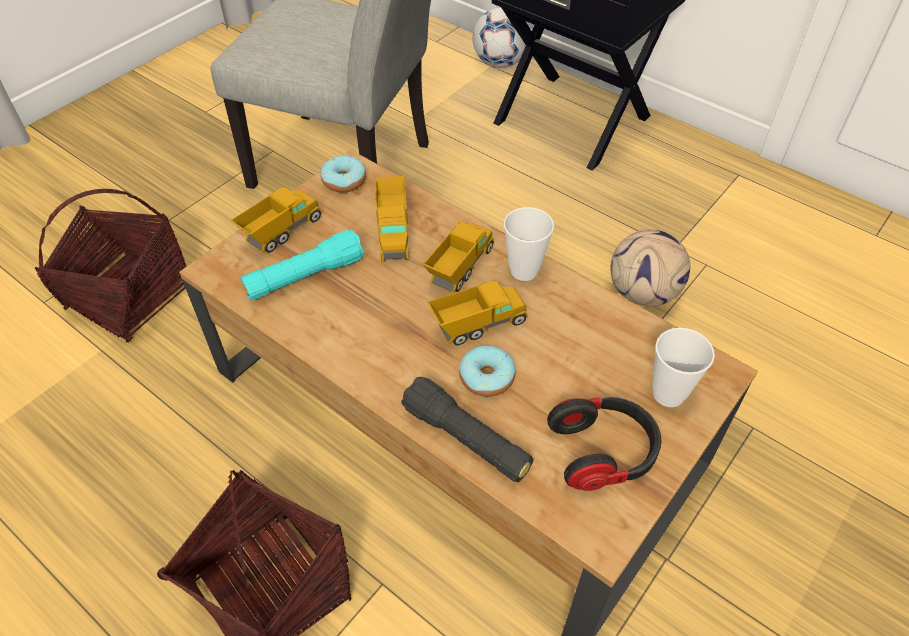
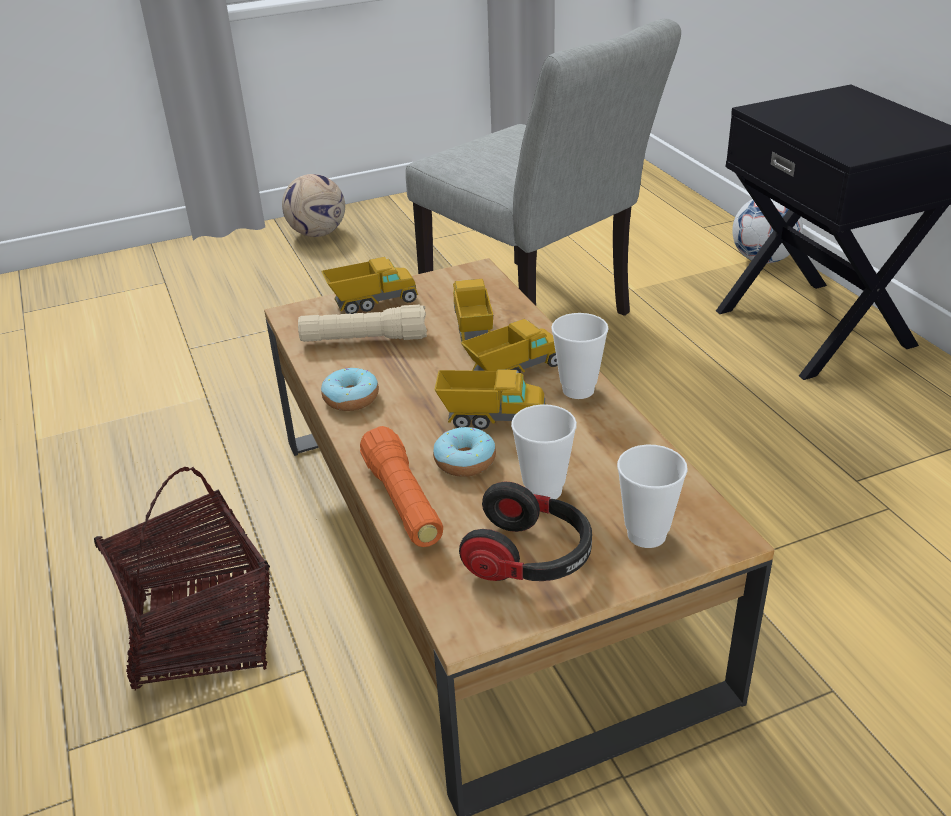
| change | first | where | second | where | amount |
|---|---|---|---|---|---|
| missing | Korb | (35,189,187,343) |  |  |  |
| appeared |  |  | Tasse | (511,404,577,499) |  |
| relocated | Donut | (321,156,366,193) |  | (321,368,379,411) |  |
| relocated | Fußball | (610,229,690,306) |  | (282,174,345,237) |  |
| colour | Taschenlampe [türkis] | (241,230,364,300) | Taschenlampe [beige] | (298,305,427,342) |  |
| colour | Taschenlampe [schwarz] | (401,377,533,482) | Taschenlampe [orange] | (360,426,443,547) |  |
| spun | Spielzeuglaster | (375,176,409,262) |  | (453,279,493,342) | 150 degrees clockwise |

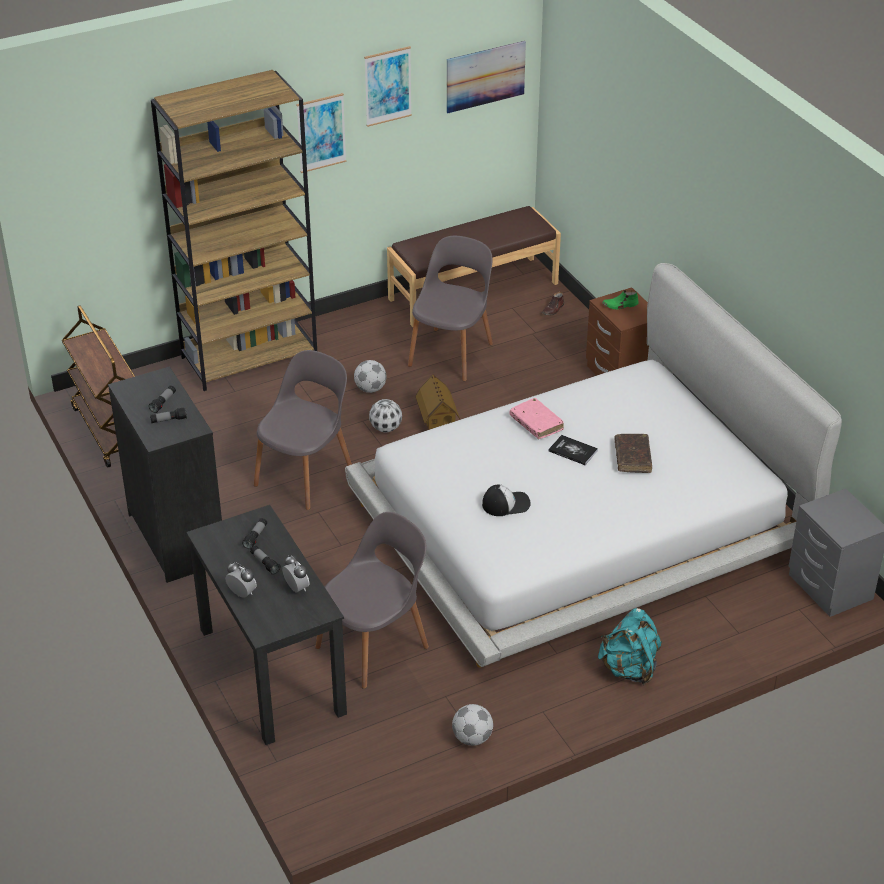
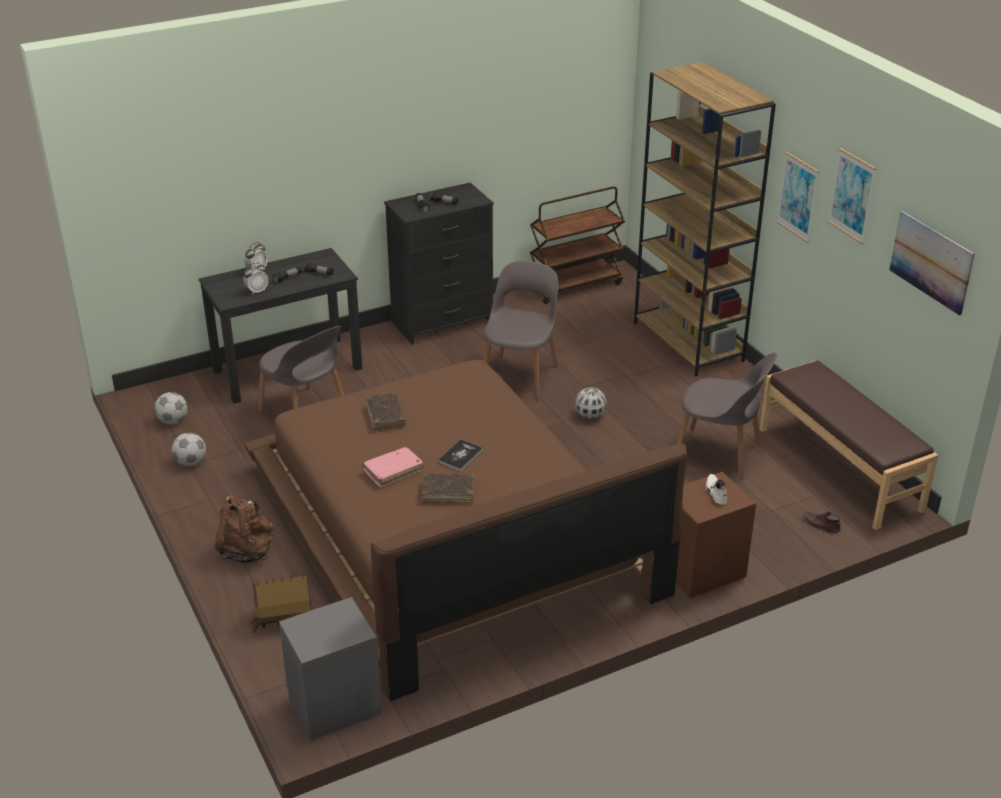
| change | first | where | second | where | amount |
|---|---|---|---|---|---|
| relocated | Fußball | (354,360,387,393) |  | (154,392,188,424) |  |
| relocated | Spielzeughaus | (415,374,460,430) |  | (251,575,312,633) |  |
| relocated | Buch [rosa] | (510,398,564,439) |  | (363,447,423,487) |  |
| exchanged | Kappe | (482,485,531,516) | Buch [braun] | (366,393,406,431) |  |
| colour | Bett [weiß] | (345,263,842,668) | Bett [braun] | (244,360,687,701) |  |
| colour | Rucksack [türkis] | (598,608,662,685) | Rucksack [braun] | (215,495,274,563) |  |
| colour | Schuh [grün] | (602,290,639,309) | Schuh [weiß] | (706,474,727,505) |  |
| spun | Stuhl [grau] | (254,350,352,510) |  | (484,261,558,401) | 105 degrees counterclockwise |

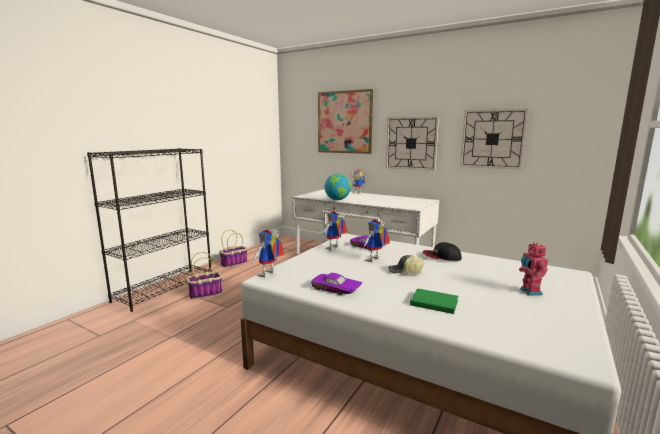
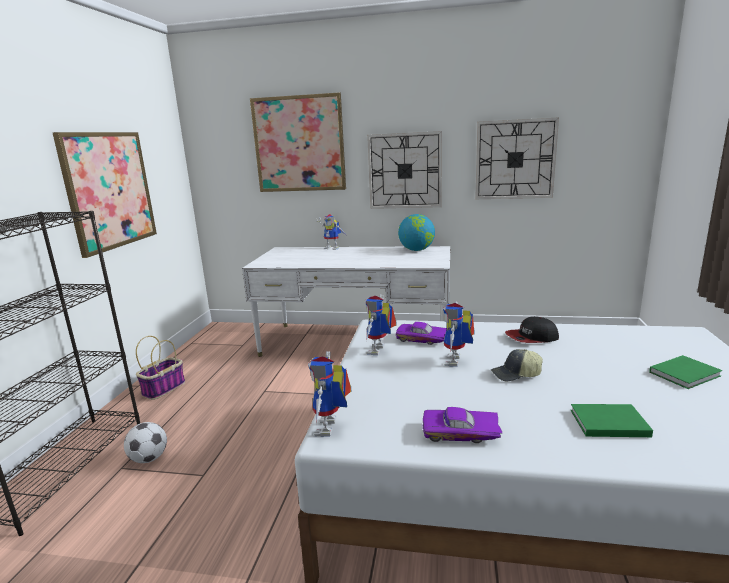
| change | first | where | second | where | amount |
|---|---|---|---|---|---|
| appeared |  |  | Bild | (52,132,157,258) |  |
| relocated | Globus | (324,174,351,200) |  | (398,214,435,251) |  |
| exchanged | Korb | (187,252,222,300) | Fußball | (124,422,167,463) |  |
| exchanged | Spielzeugroboter | (519,242,548,296) | Buch [grün] | (649,355,722,389) |  |

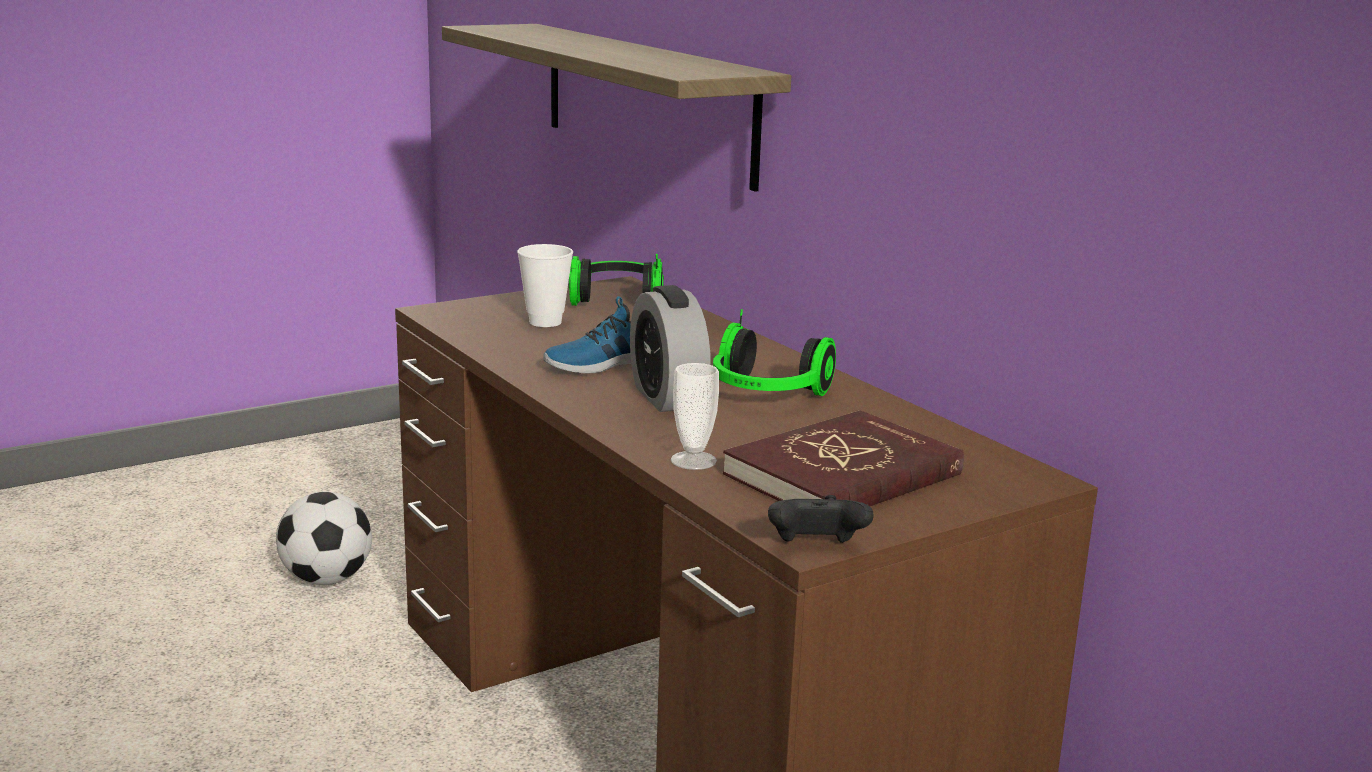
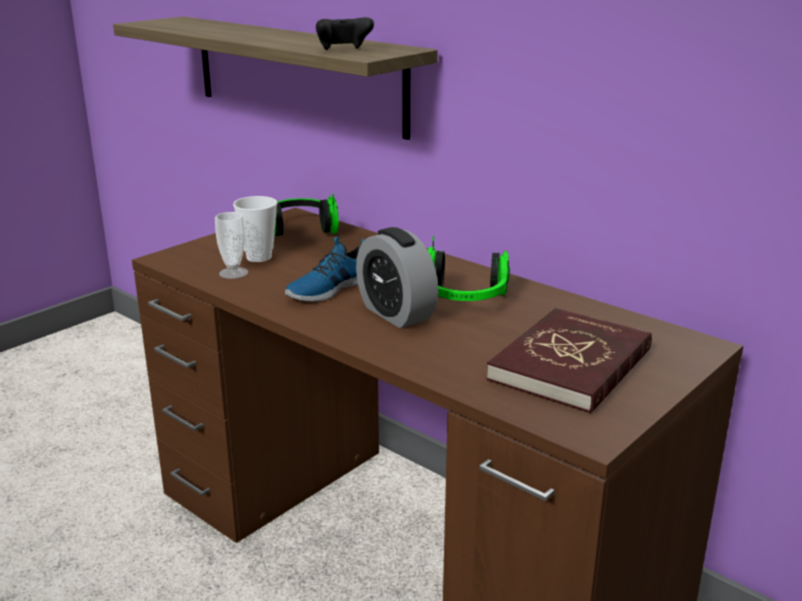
| change | first | where | second | where | amount |
|---|---|---|---|---|---|
| missing | Fußball | (276,492,372,585) |  |  |  |
| relocated | Tasse | (670,363,719,470) |  | (215,212,248,279) |  |
| relocated | Gamepad [schwarz] | (768,495,874,543) |  | (316,17,374,50) |  |

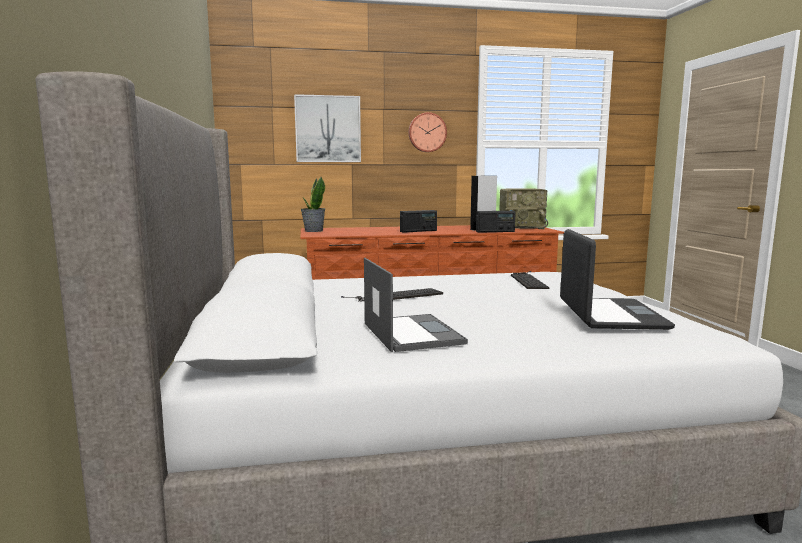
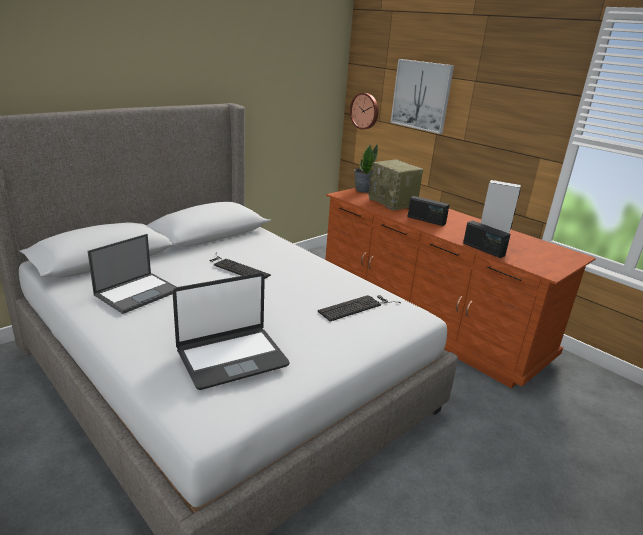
| change | first | where | second | where | amount |
|---|---|---|---|---|---|
| relocated | Wanduhr | (409,112,447,152) |  | (350,93,379,130) |  |
| relocated | Radio | (499,189,548,229) |  | (368,160,423,210) |  |

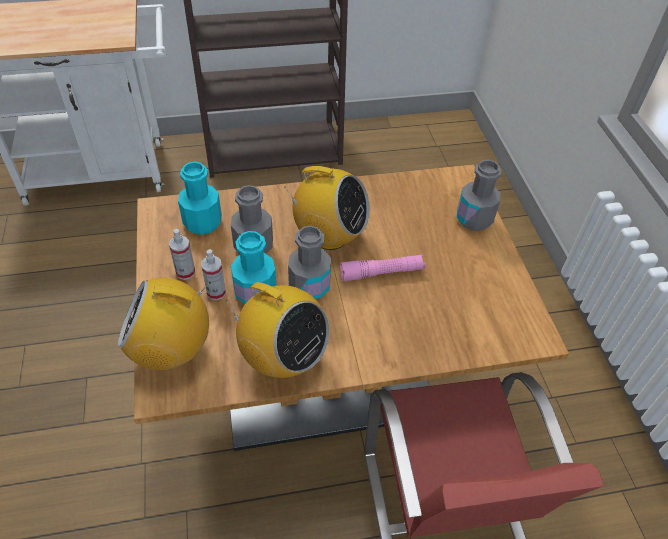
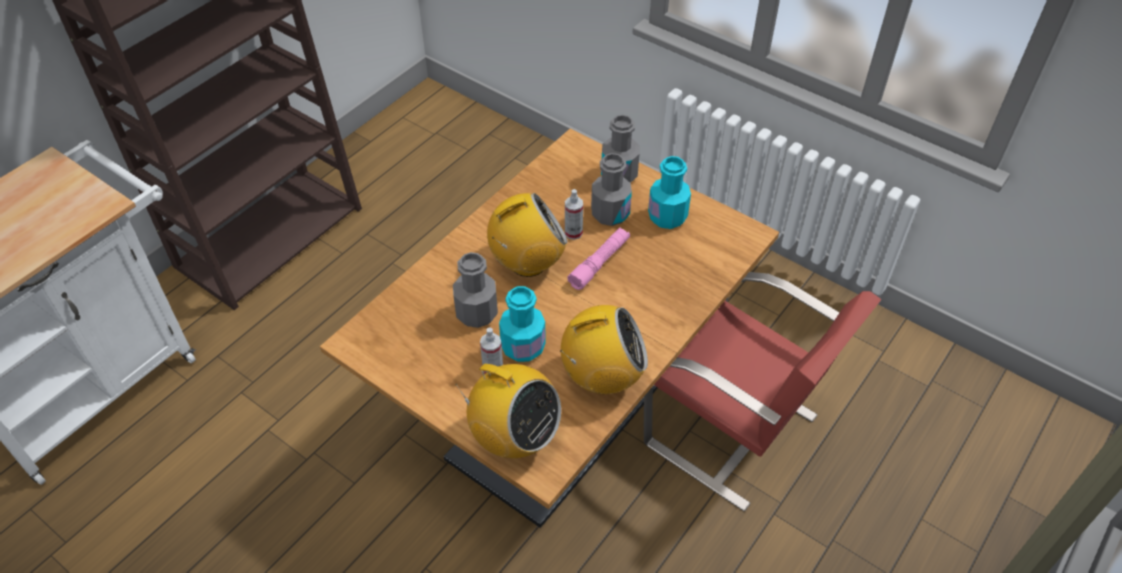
| change | first | where | second | where | amount |
|---|---|---|---|---|---|
| relocated | Sprühflasche | (169,229,195,280) |  | (565,189,583,240) |  |
| relocated | Flasche [türkis] | (178,162,222,235) |  | (648,156,691,229) |  |
| relocated | Flasche [grau] | (288,225,331,299) |  | (591,153,632,226) |  |
| spun | Radio | (118,278,211,370) |  | (455,364,561,458) | 105 degrees counterclockwise |

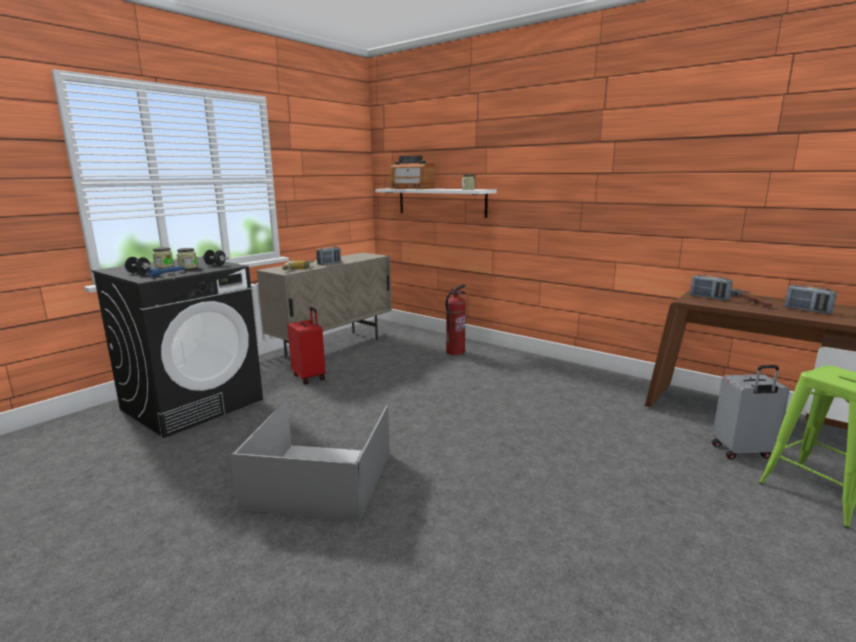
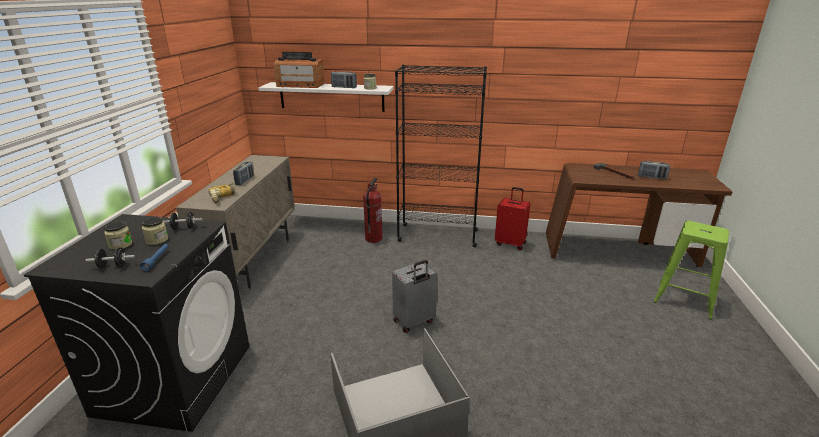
| change | first | where | second | where | amount |
|---|---|---|---|---|---|
| appeared |  |  | Bücherregal [schwarz] | (395,65,487,247) |  |
| relocated | Koffer [rot] | (287,307,325,384) |  | (495,187,530,250) |  |
| relocated | Radio | (690,275,733,300) |  | (331,70,357,88) |  |
| relocated | Koffer [grau] | (712,365,790,459) |  | (392,260,437,333) |  |

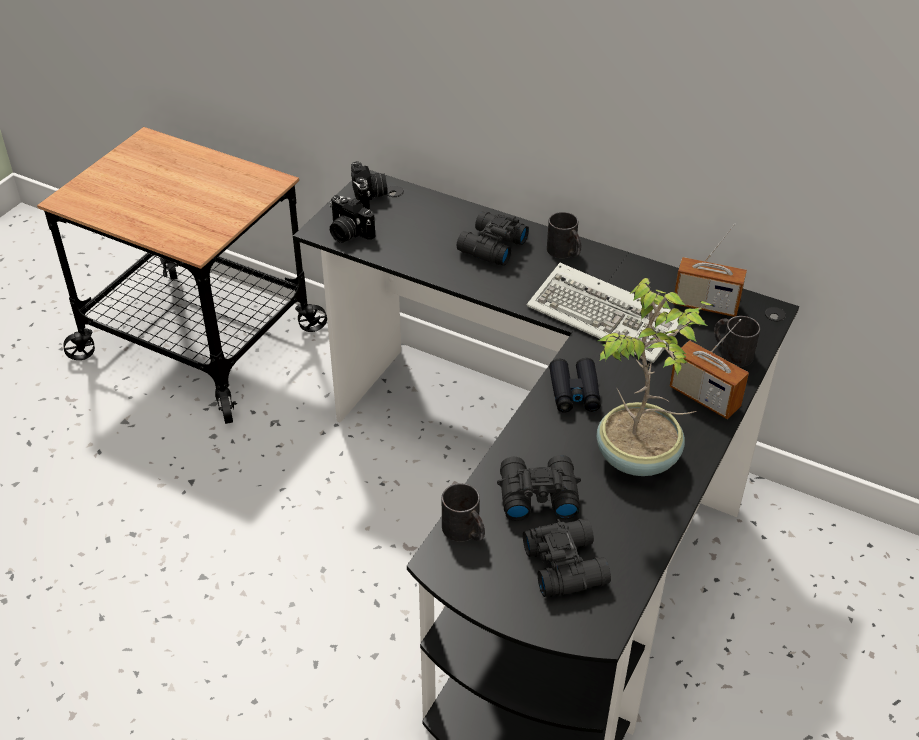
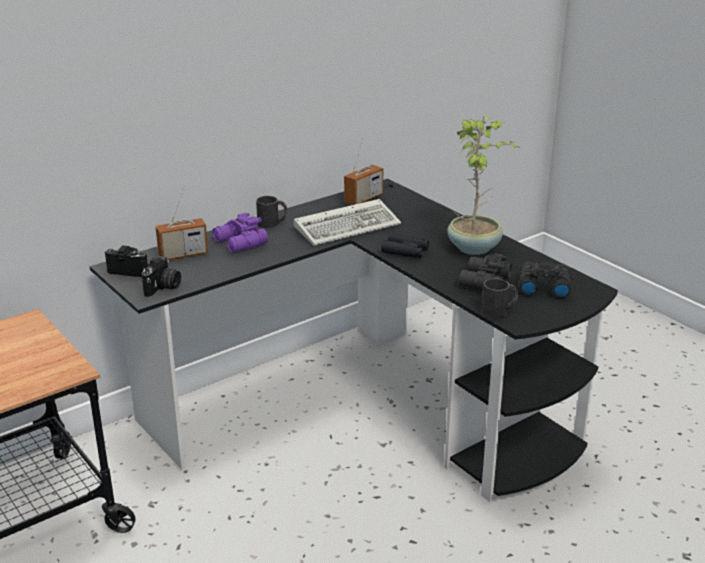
| change | first | where | second | where | amount |
|---|---|---|---|---|---|
| missing | Henkelbecher [schwarz] | (714,316,760,367) |  |  |  |
| relocated | Radio | (670,319,749,419) |  | (155,186,208,260) |  |
| colour | Fernglas [schwarz] | (457,211,529,266) | Fernglas [lila] | (212,213,268,253) |  |
| spun | Kamera | (330,195,375,243) |  | (142,256,181,297) | 45 degrees counterclockwise |

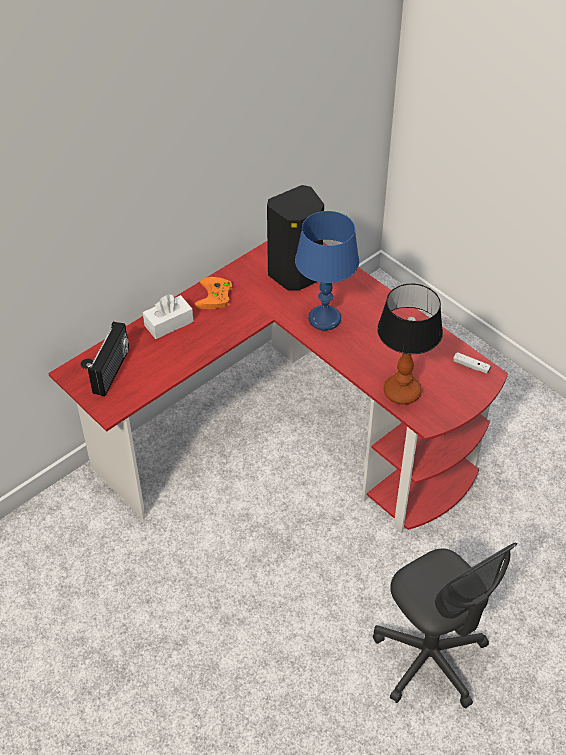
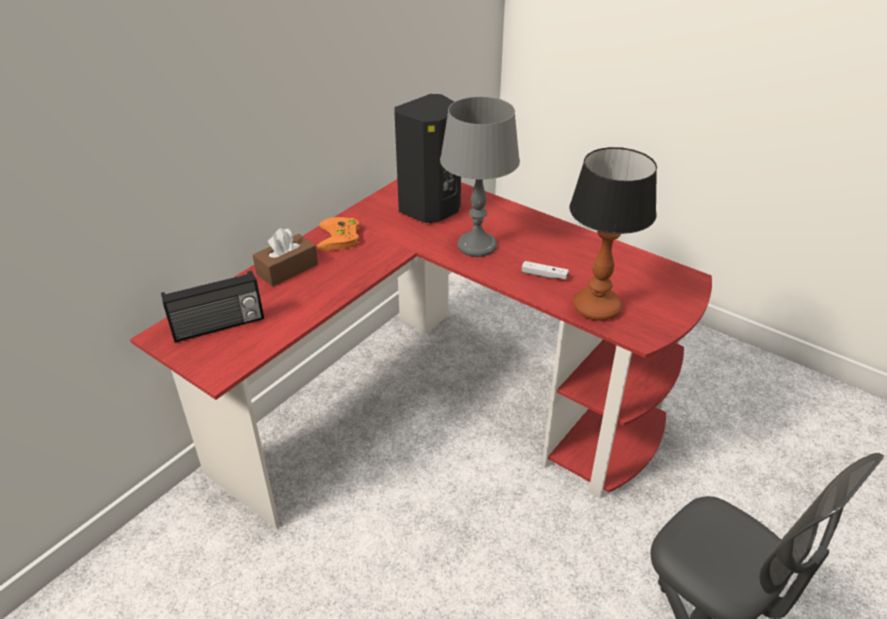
| change | first | where | second | where | amount |
|---|---|---|---|---|---|
| relocated | Gamepad [weiß] | (453,352,491,374) |  | (522,261,569,280) |  |
| colour | Taschentuchbox [weiß] | (143,294,194,339) | Taschentuchbox [braun] | (253,228,318,287) |  |
| colour | Tischlampe [blau] | (295,211,359,331) | Tischlampe [grau] | (440,97,520,257) |  |
| spun | Radio | (88,322,129,397) |  | (161,271,264,343) | 60 degrees clockwise |

